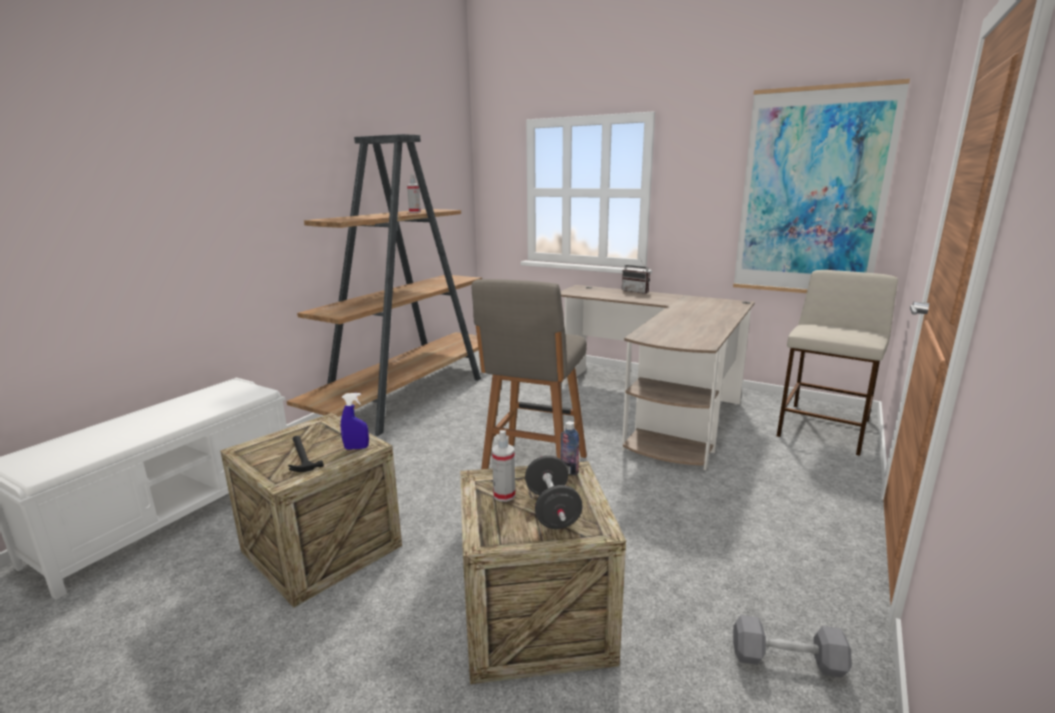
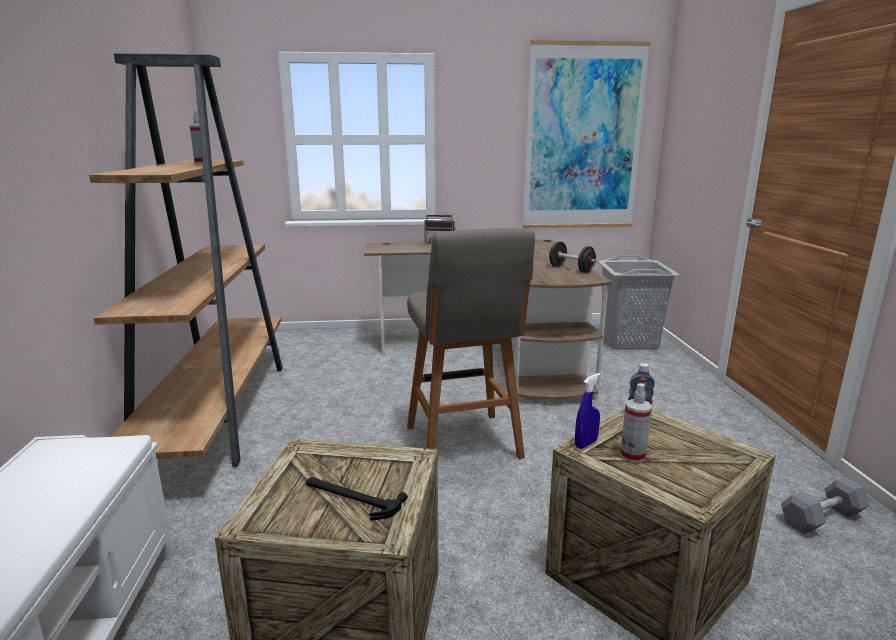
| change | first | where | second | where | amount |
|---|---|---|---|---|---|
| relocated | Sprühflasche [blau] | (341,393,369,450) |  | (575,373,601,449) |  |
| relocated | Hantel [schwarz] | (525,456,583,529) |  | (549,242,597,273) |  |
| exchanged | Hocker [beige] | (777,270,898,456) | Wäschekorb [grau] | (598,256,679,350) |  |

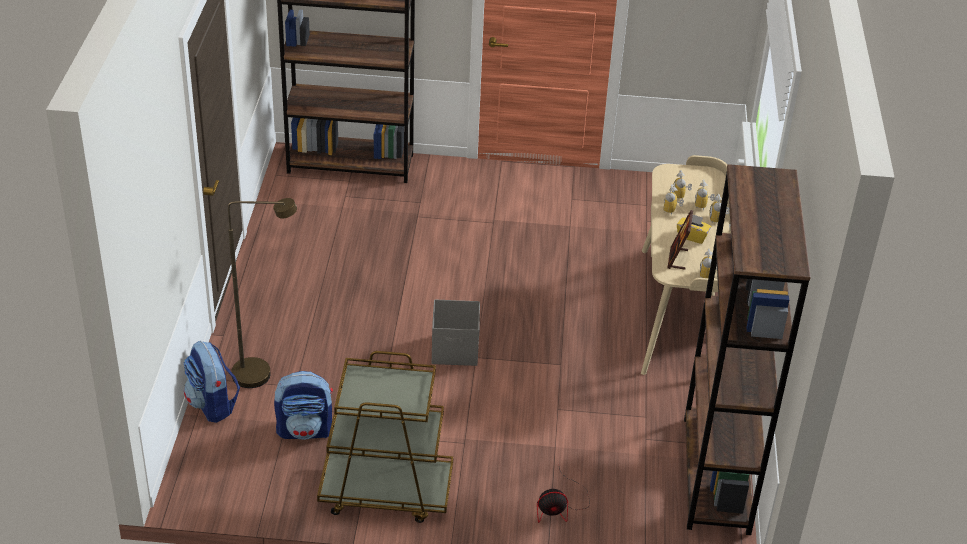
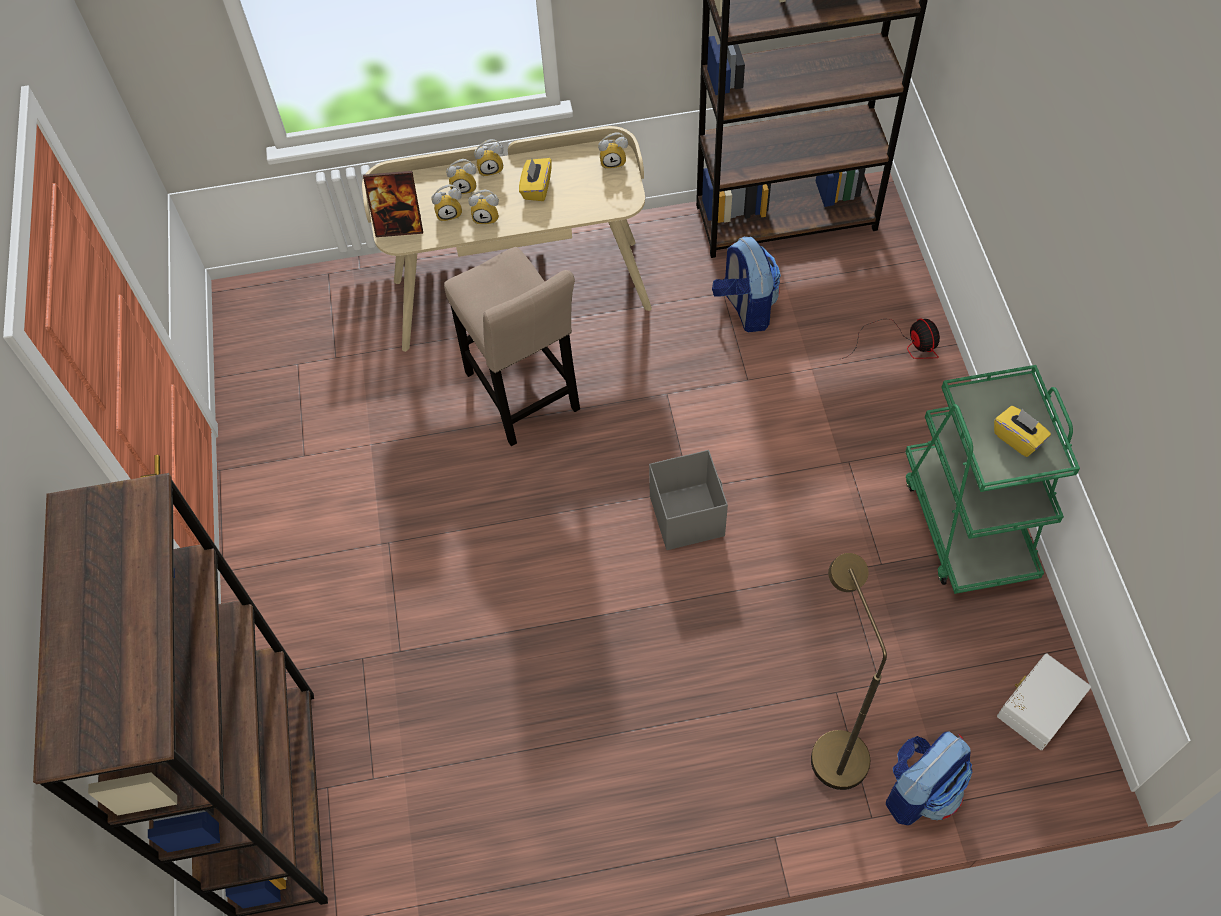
| change | first | where | second | where | amount |
|---|---|---|---|---|---|
| appeared |  |  | Hocker [beige] | (444,247,580,446) |  |
| appeared |  |  | Taschentuchbox [gelb] | (994,406,1051,457) |  |
| appeared |  |  | Aufbewahrungsbox [weiß] | (997,653,1091,750) |  |
| relocated | Rucksack | (274,371,333,440) |  | (712,237,781,332) |  |
| relocated | Bilderrahmen | (667,210,693,270) |  | (363,171,423,237) |  |
| colour | Rollwagen [braun] | (317,351,453,523) | Rollwagen [grün] | (905,365,1080,594) |  |

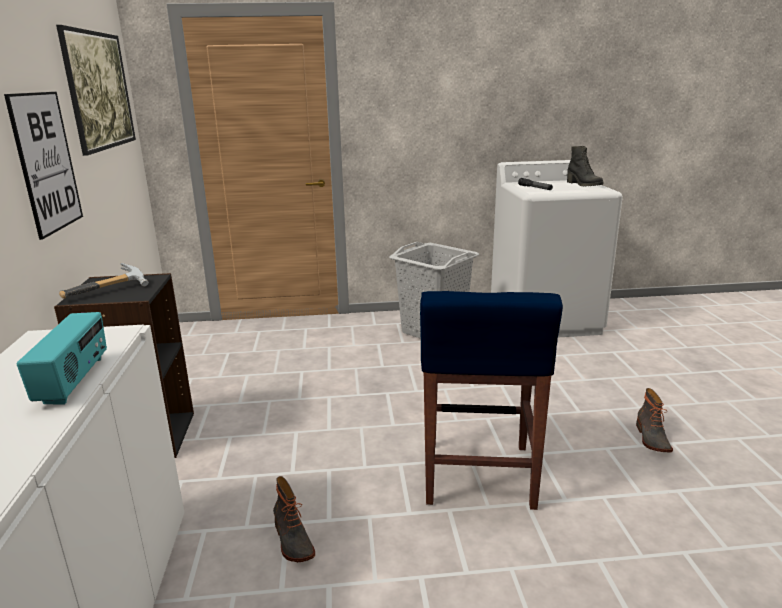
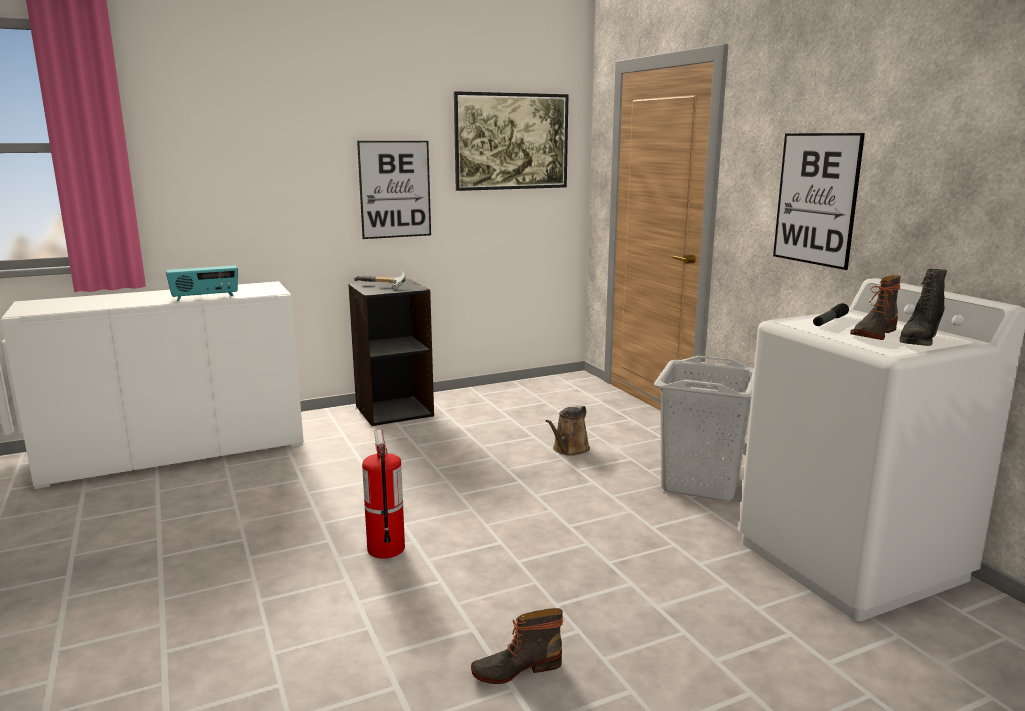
| change | first | where | second | where | amount |
|---|---|---|---|---|---|
| appeared |  |  | Gießkanne [braun] | (546,405,590,456) |  |
| appeared |  |  | Bild | (773,133,865,270) |  |
| relocated | Stiefel | (273,476,315,562) |  | (850,275,901,340) |  |
| exchanged | Hocker [blau] | (420,291,563,510) | Feuerlöscher | (362,430,405,559) |  |

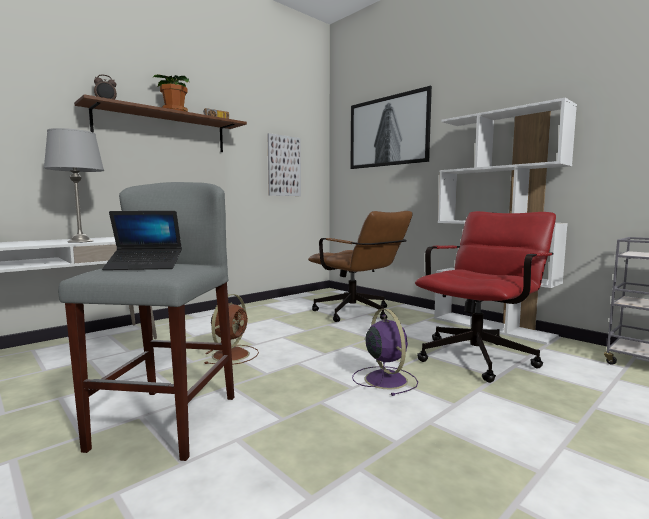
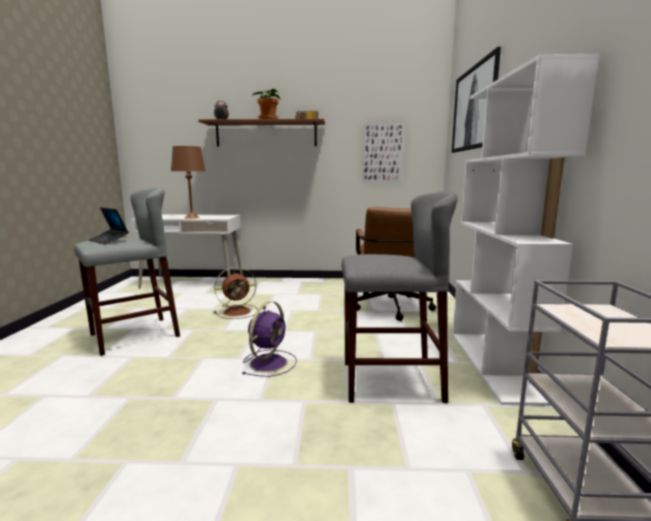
| change | first | where | second | where | amount |
|---|---|---|---|---|---|
| exchanged | Bürostuhl [rot] | (415,211,556,383) | Hocker [grau] | (342,191,458,403) |  |
| colour | Tischlampe [grau] | (44,128,104,243) | Tischlampe [braun] | (171,146,206,219) |  |

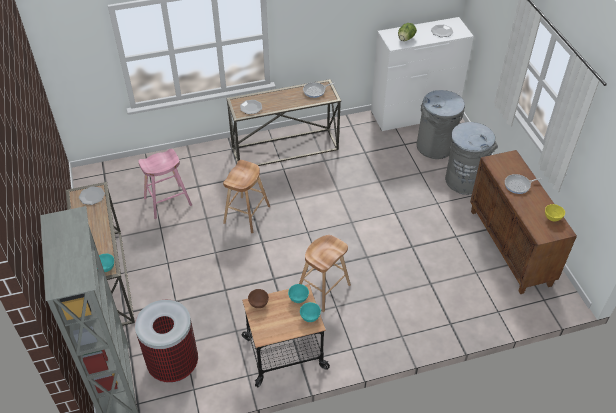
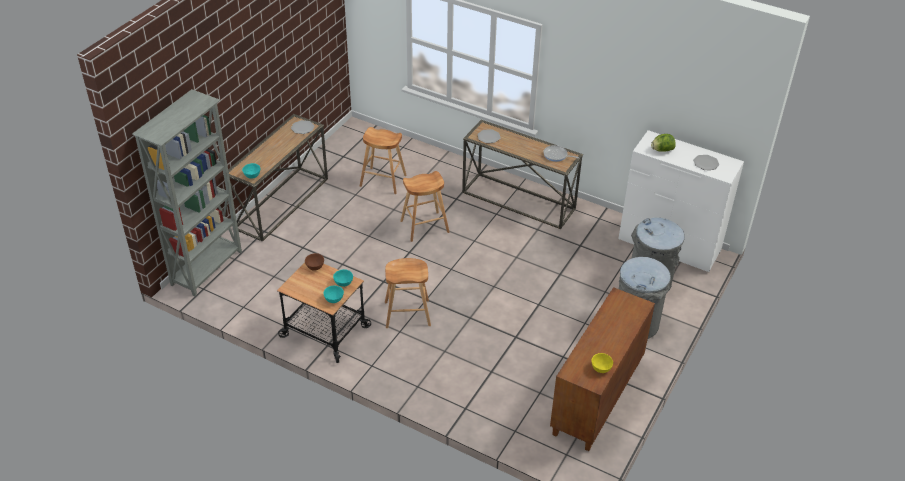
| change | first | where | second | where | amount |
|---|---|---|---|---|---|
| missing | Mülleimer | (135,300,198,383) |  |  |  |
| missing | Pfanne | (505,174,542,194) |  |  |  |
| colour | Hocker [rosa] | (138,149,192,219) | Hocker [braun] | (360,127,407,194) |  |

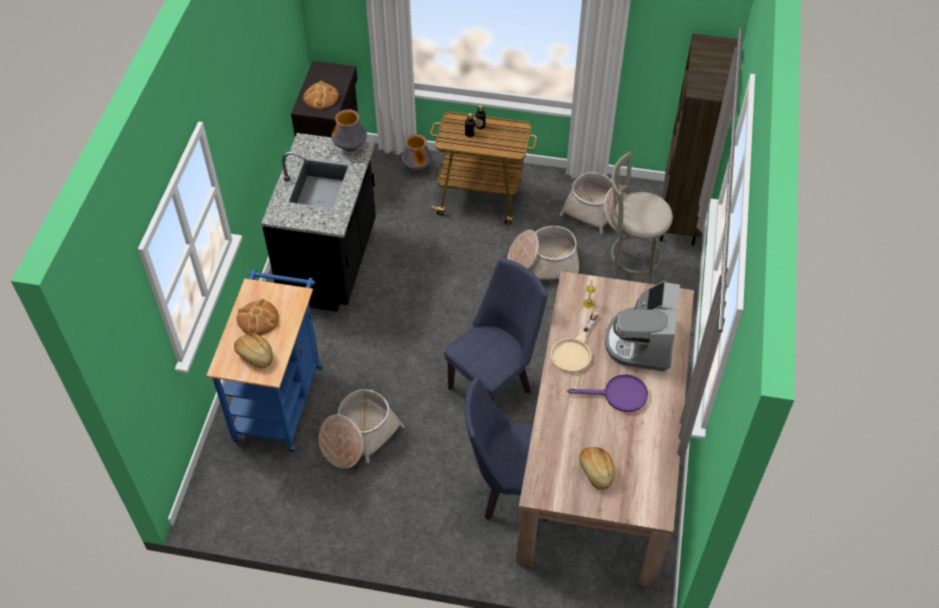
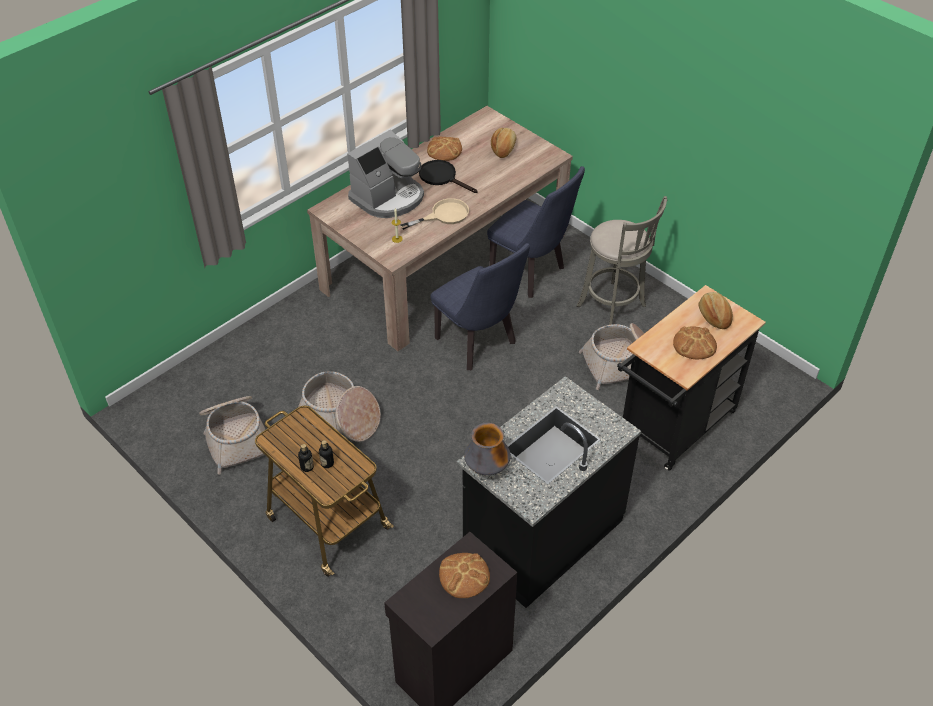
| change | first | where | second | where | amount |
|---|---|---|---|---|---|
| missing | Vase | (401,134,432,171) |  |  |  |
| missing | Bücherregal [braun] | (660,34,737,246) |  |  |  |
| appeared |  |  | Brot | (427,136,462,161) |  |
| relocated | Hocker [grau] | (609,151,673,284) |  | (577,196,667,325) |  |
| colour | Rollwagen [blau] | (206,269,323,452) | Rollwagen [schwarz] | (617,285,766,470) |  |
| colour | Pfanne [lila] | (567,374,648,412) | Pfanne [schwarz] | (419,160,478,193) |  |
| spun | Stuhl [blau] | (444,258,548,402) |  | (431,243,530,370) | 120 degrees counterclockwise |

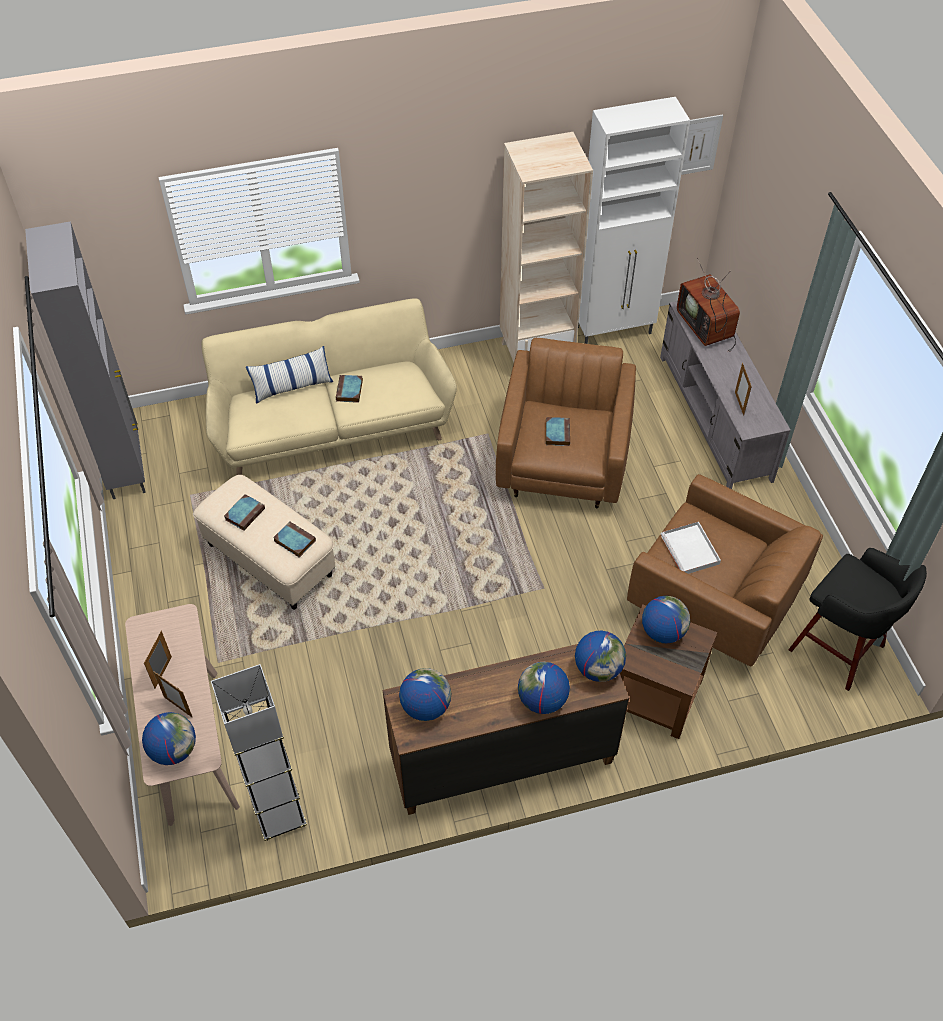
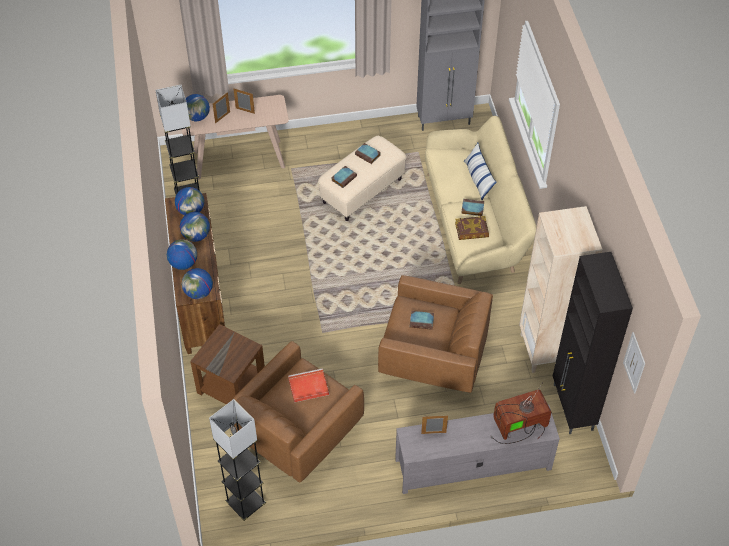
| change | first | where | second | where | amount |
|---|---|---|---|---|---|
| appeared |  |  | Buch | (455,216,489,240) |  |
| relocated | Globus | (642,596,690,643) |  | (180,212,210,242) |  |
| exchanged | Hocker [schwarz] | (788,548,927,691) | Stehlampe [grau] | (209,399,266,521) |  |
| colour | Schrank [weiß] | (578,97,690,344) | Schrank [schwarz] | (553,252,633,434) |  |
| colour | Tablett [weiß] | (661,522,721,574) | Tablett [rot] | (288,368,329,402) |  |

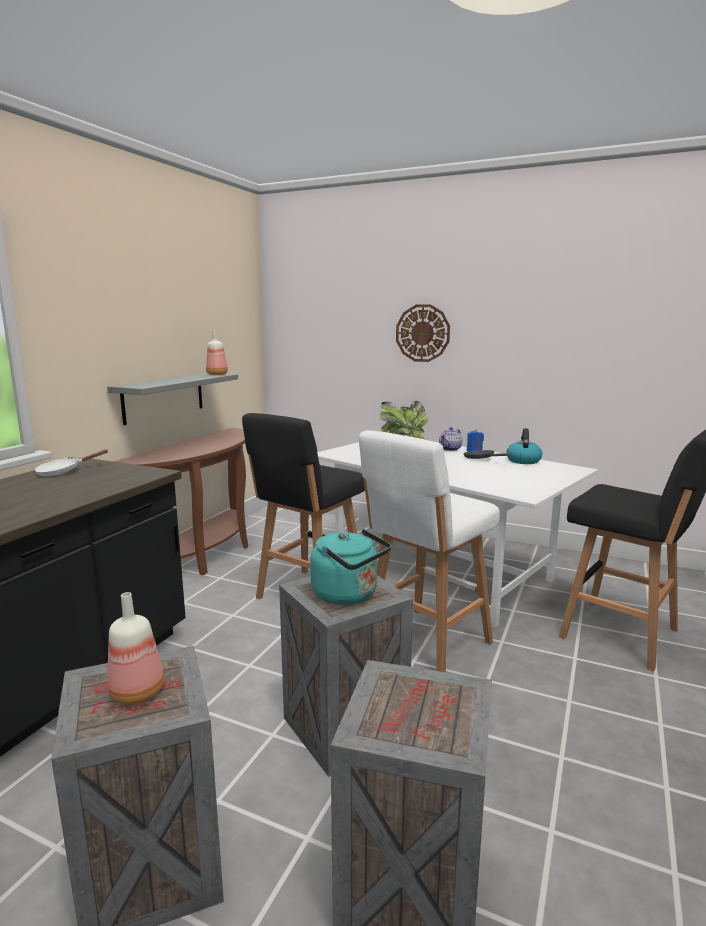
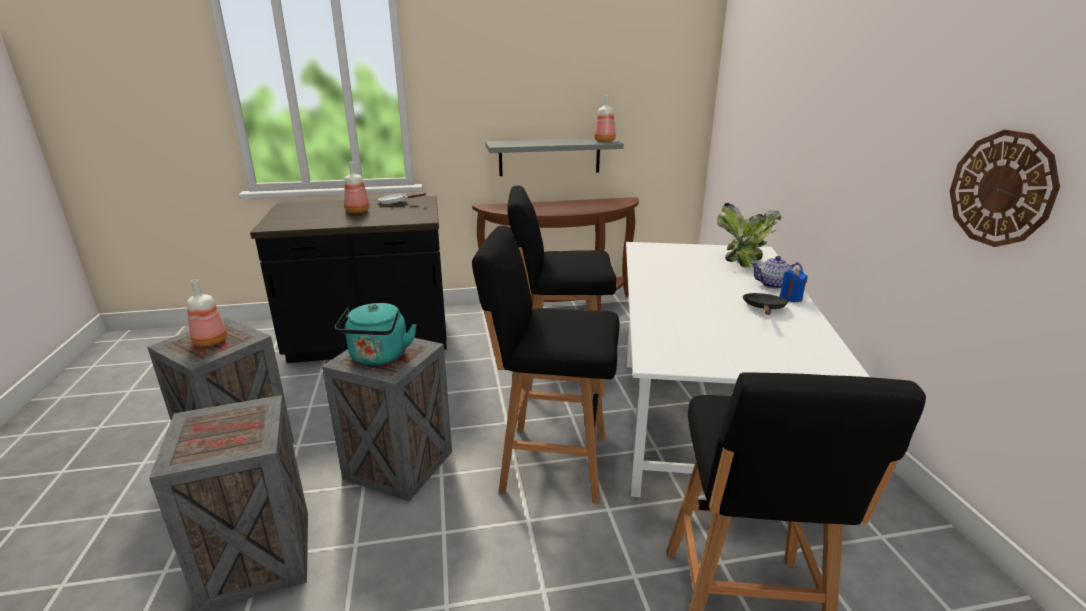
| change | first | where | second | where | amount |
|---|---|---|---|---|---|
| missing | Wasserkessel | (506,428,542,464) |  |  |  |
| appeared |  |  | Flasche | (344,162,370,213) |  |
| relocated | Wanduhr | (396,304,450,362) |  | (950,130,1060,247) |  |
| colour | Hocker [weiß] | (359,430,500,672) | Hocker [schwarz] | (472,226,619,504) |  |

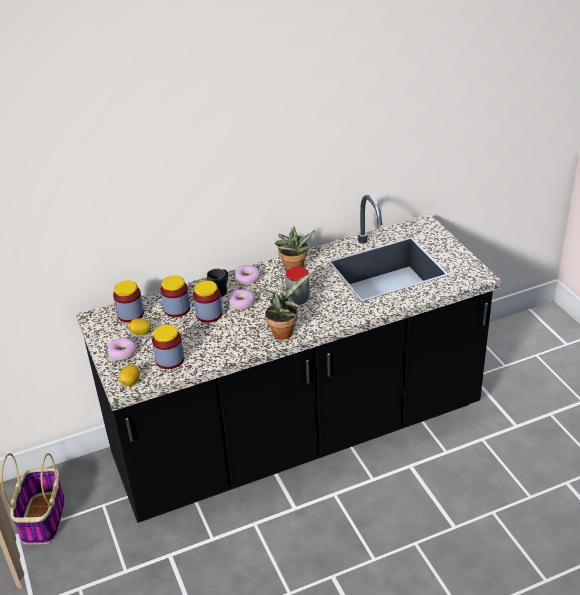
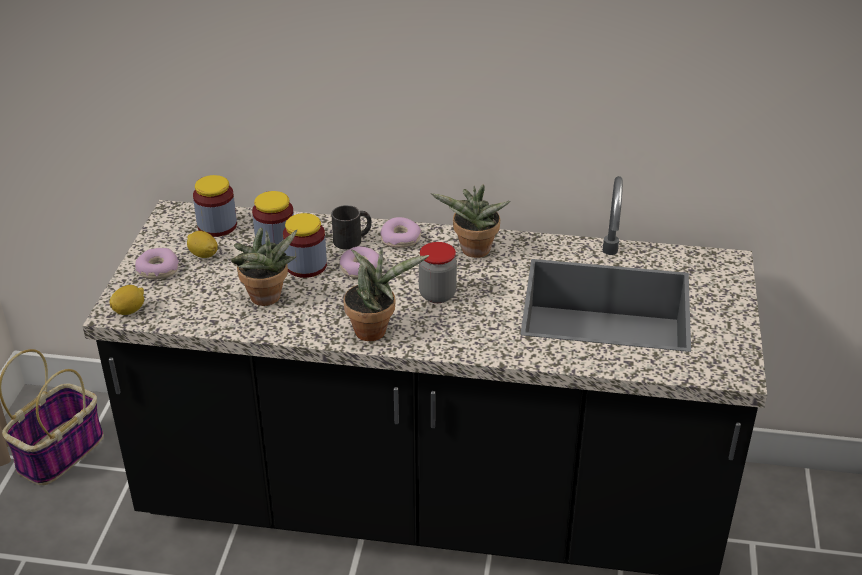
| change | first | where | second | where | amount |
|---|---|---|---|---|---|
| missing | Vorratsglas | (152,325,184,369) |  |  |  |
| appeared |  |  | Topfpflanze | (230,228,297,306) |  |

